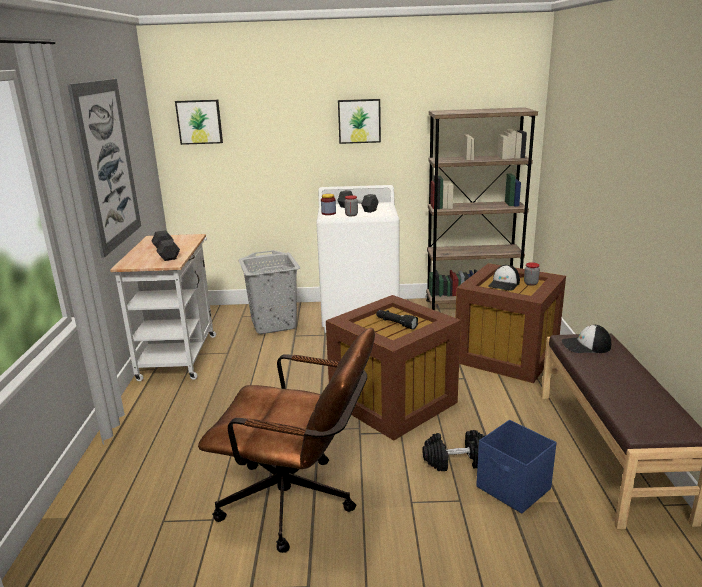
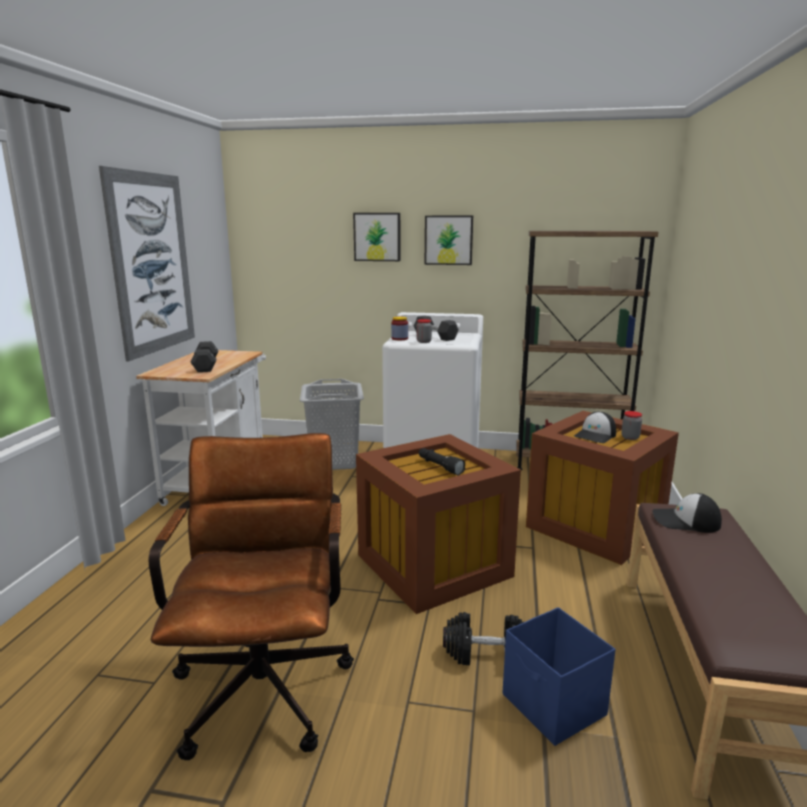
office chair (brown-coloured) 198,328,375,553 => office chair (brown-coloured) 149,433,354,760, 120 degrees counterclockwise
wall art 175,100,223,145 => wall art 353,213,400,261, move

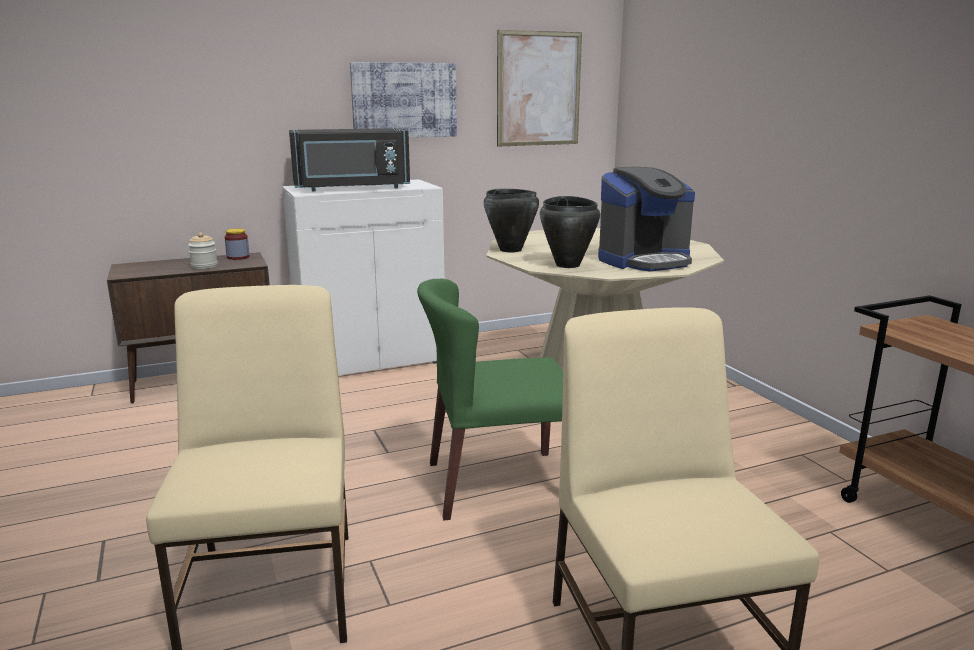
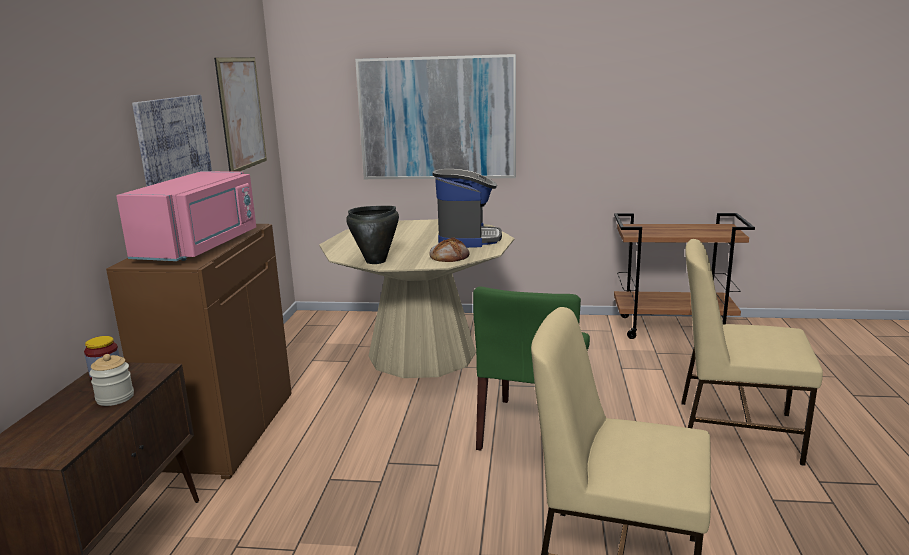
cupboard (white) 282,179,445,375 => cupboard (brown-coloured) 106,224,292,479
microwave (blackish) 289,128,410,191 => microwave (pinkish) 116,171,256,261
nothing => wall art 355,54,516,179
saucepot (blackish) 540,196,600,268 => bakery bread 429,237,470,262

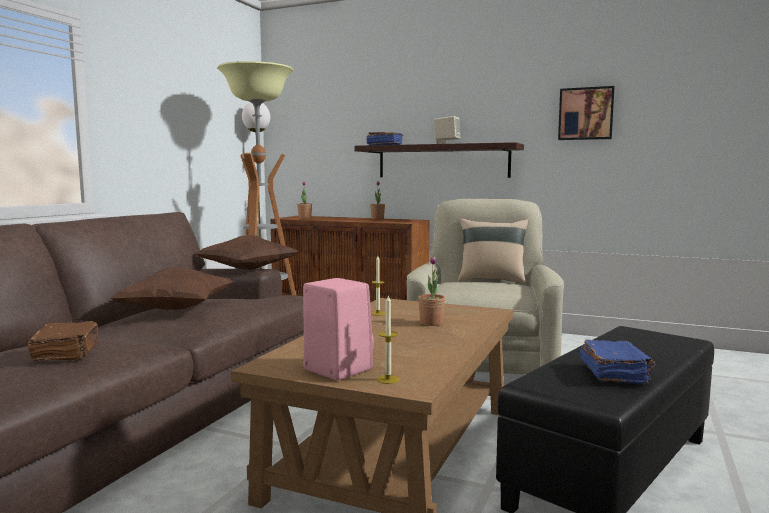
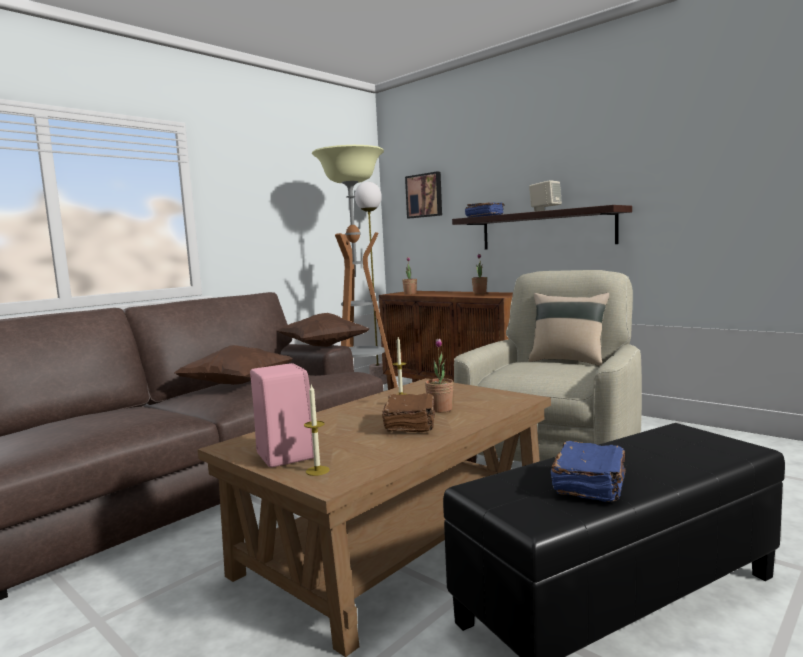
bound book (brown-coloured) 28,321,99,361 => bound book (brown-coloured) 382,393,435,432, move
wall art 558,86,614,140 => wall art 405,171,442,218, move

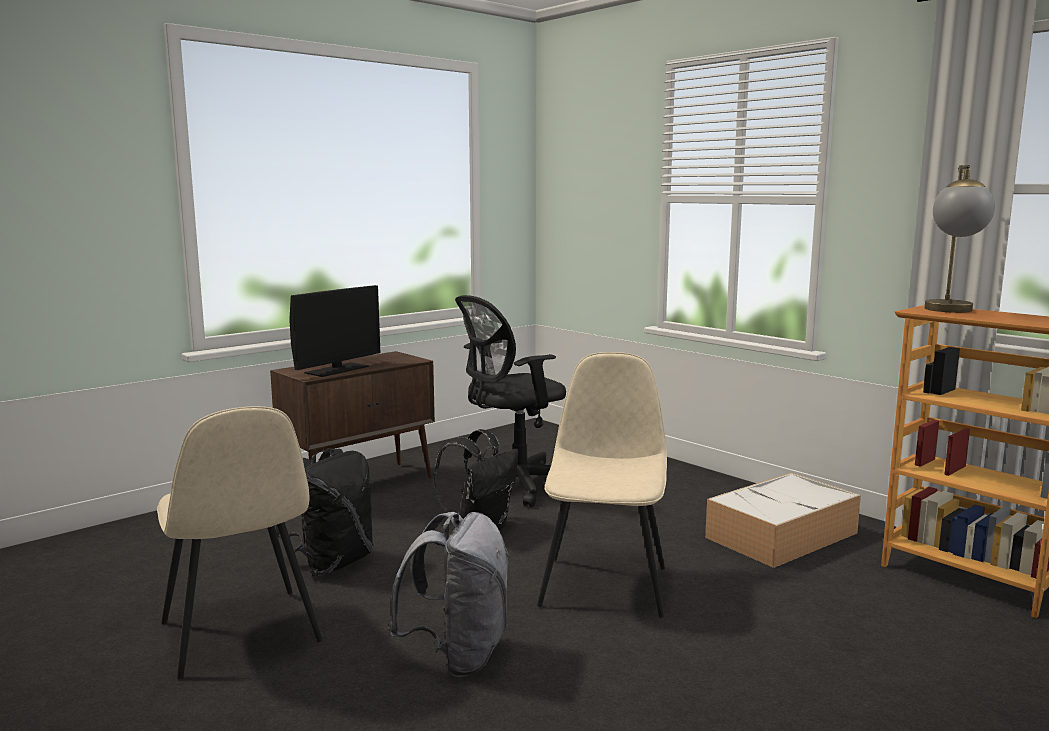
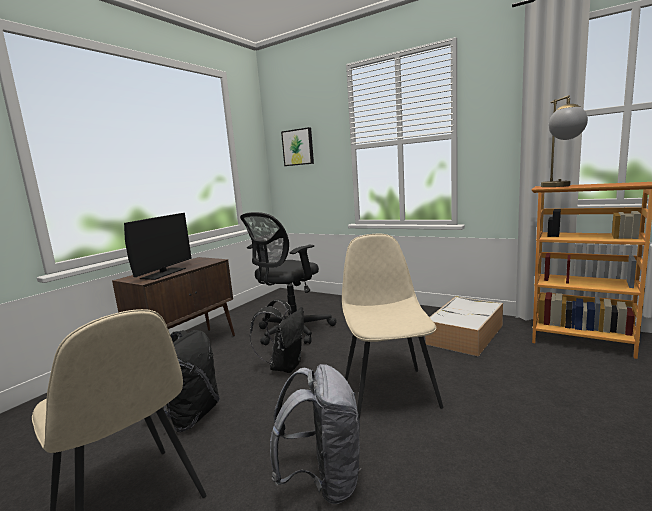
nothing => wall art 281,127,314,166

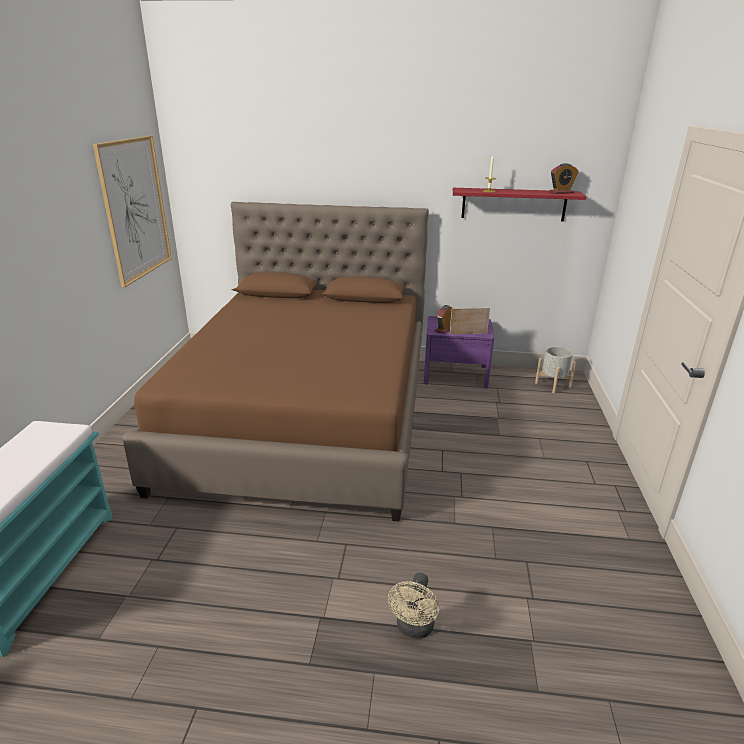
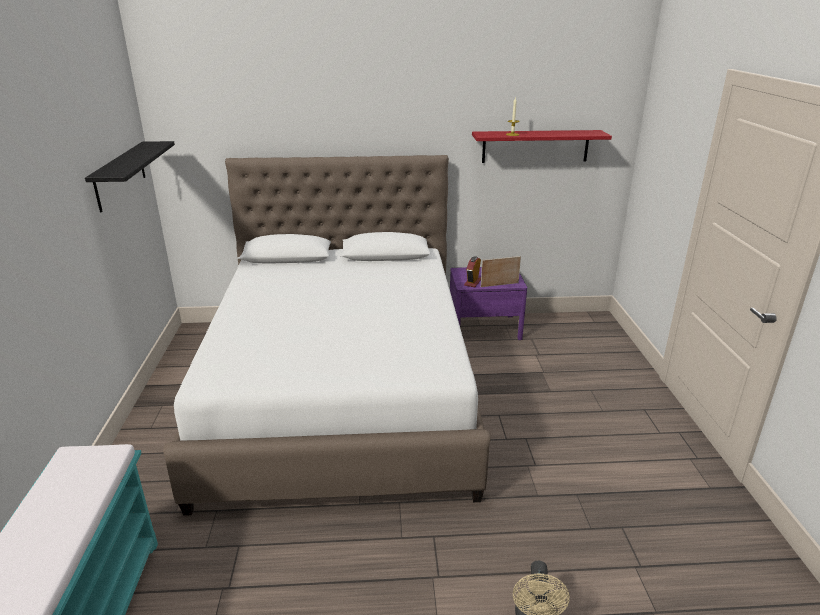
wall art 93,136,172,287 => shelf (blackish) 85,141,175,213
sleeping bed (brown-coloured) 123,202,429,522 => sleeping bed (white) 163,155,491,516
planter (greyish) 535,347,576,393 => nothing
table clock 549,163,579,194 => nothing

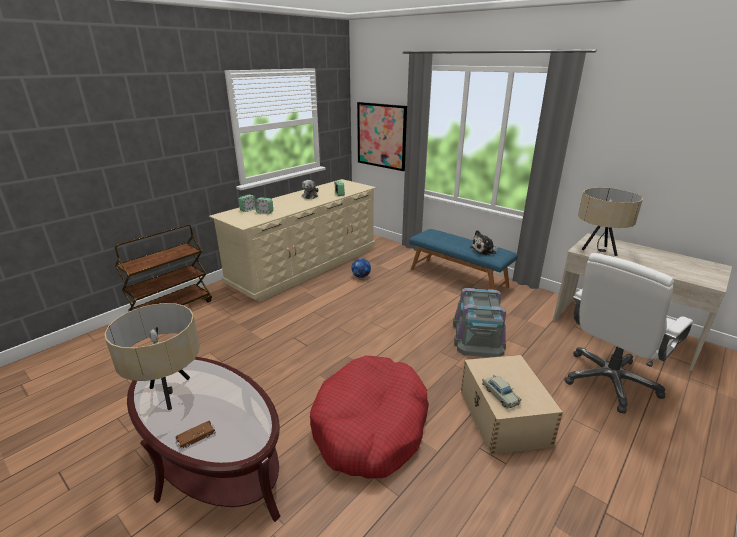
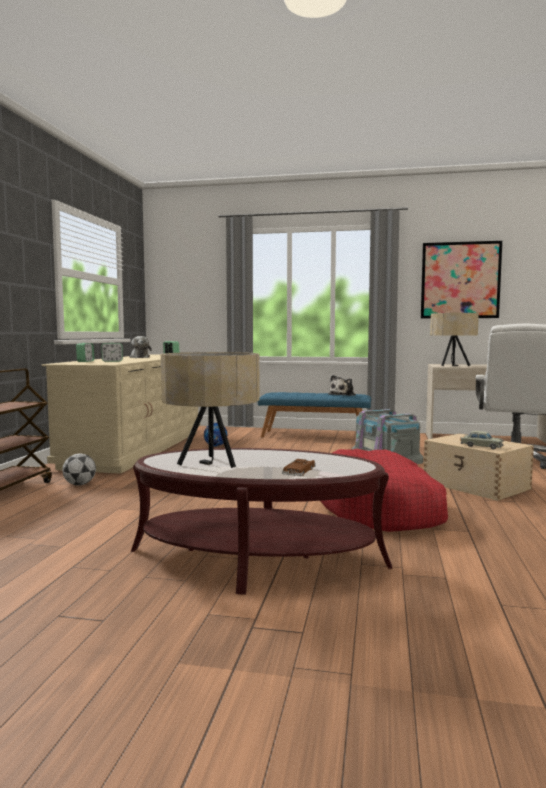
nothing => football ball 62,453,96,485
wall art 357,102,407,171 => wall art 421,241,502,318, move

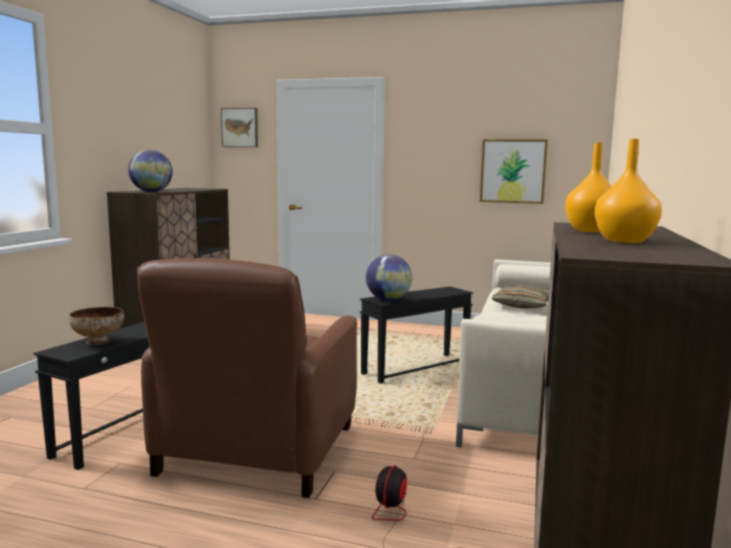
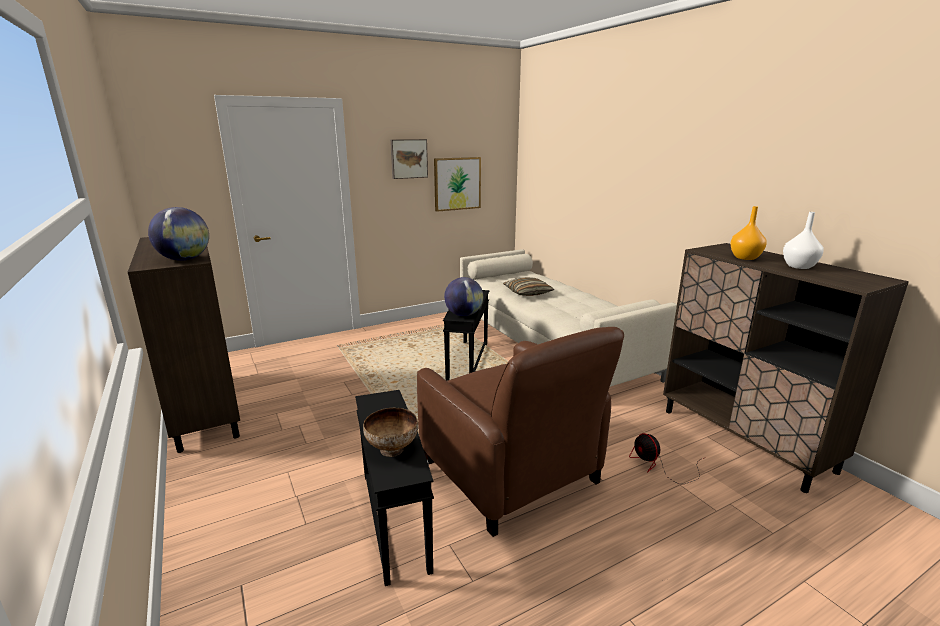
wall art 221,108,258,147 => wall art 390,139,428,179, move
decorative vase (orangey) 594,139,662,243 => decorative vase (white) 783,212,824,269

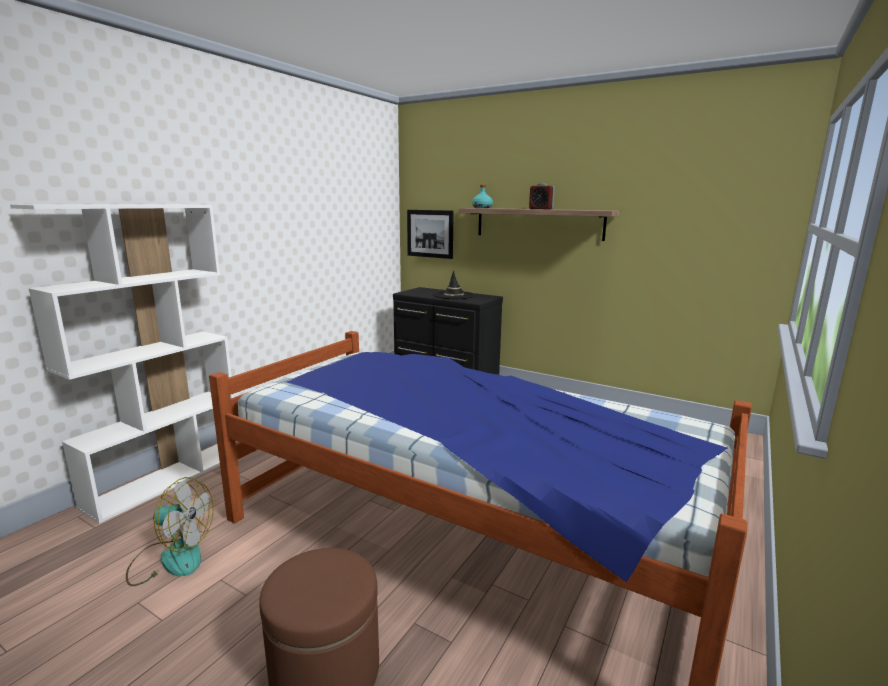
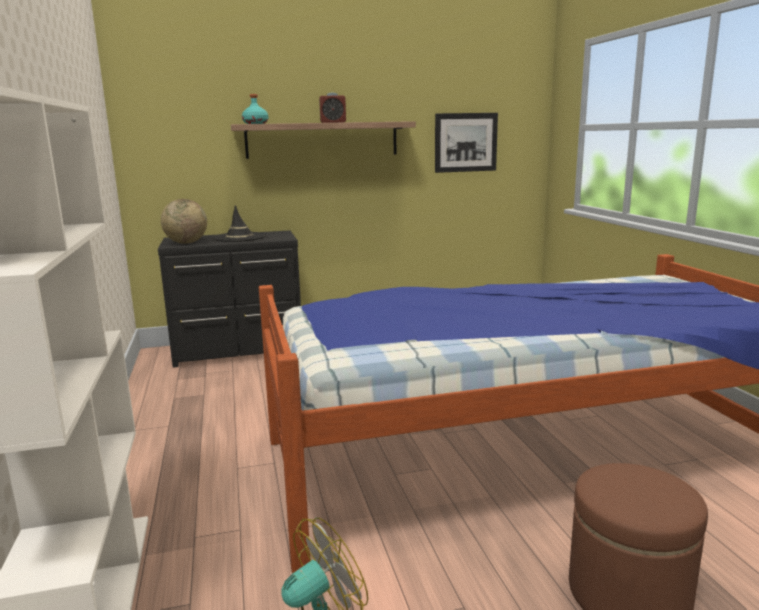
nothing => desk globe 161,199,207,244
wall art 407,210,454,259 => wall art 435,113,498,173, move

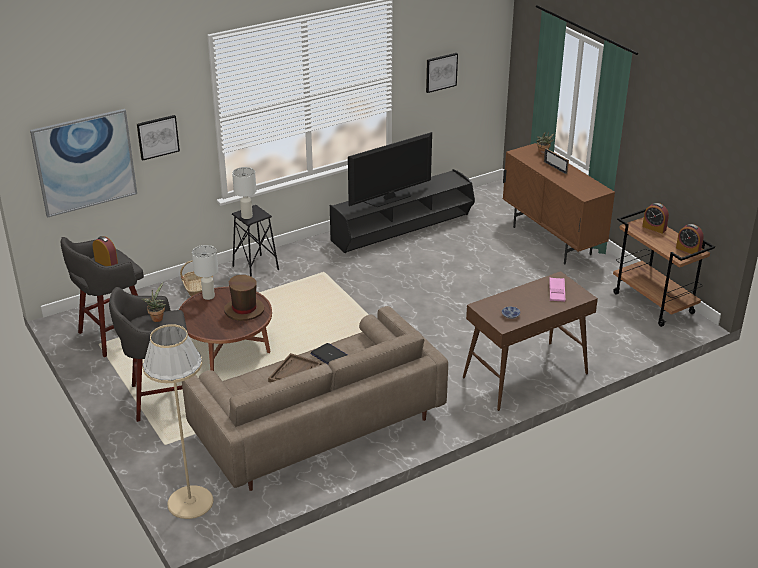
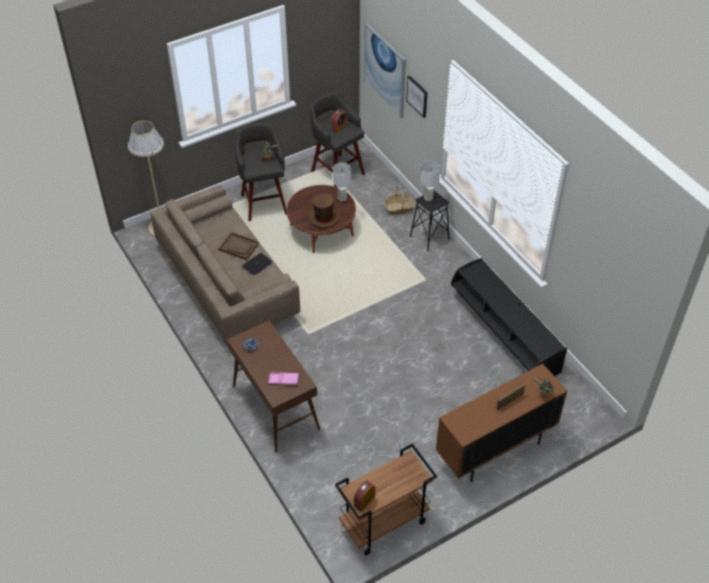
television 348,132,432,207 => nothing
wall art 426,53,458,93 => nothing
table clock 642,203,669,234 => nothing

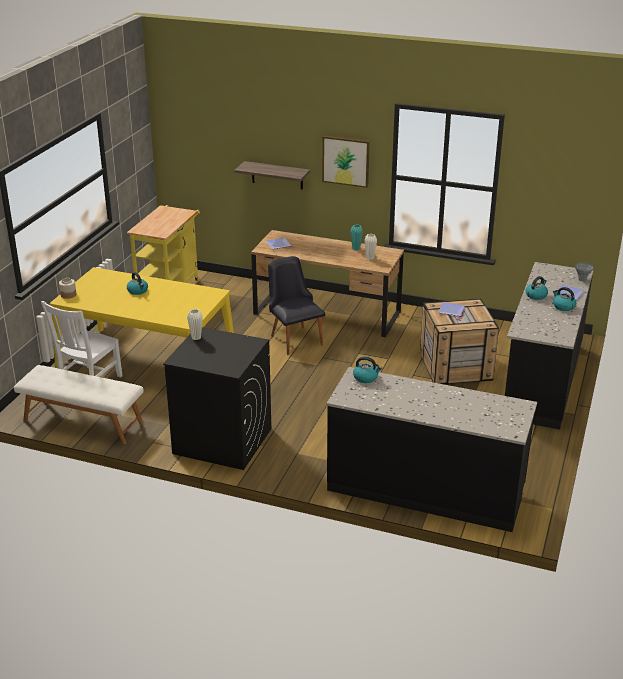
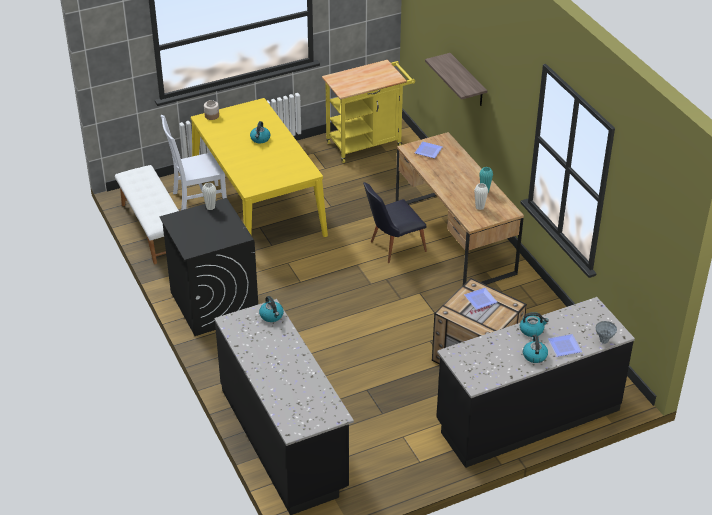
chair (blackish) 268,256,325,355 => chair (blackish) 363,182,427,263, 135 degrees counterclockwise
wall art 322,136,370,188 => nothing

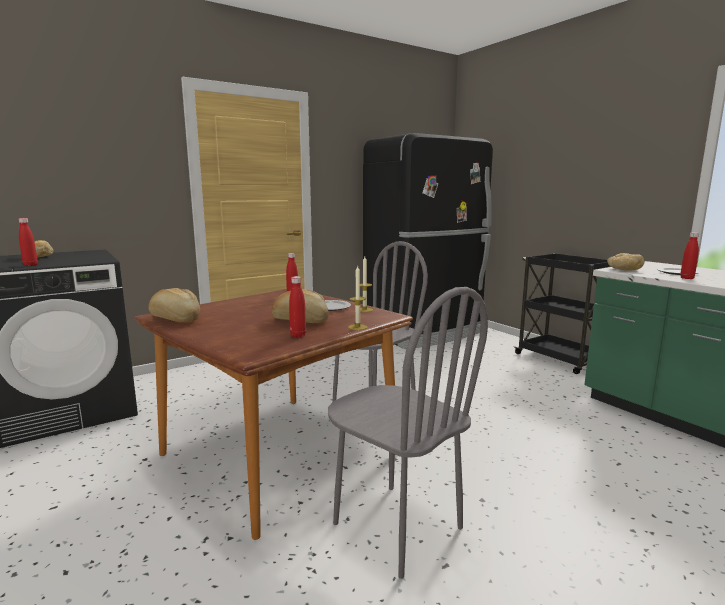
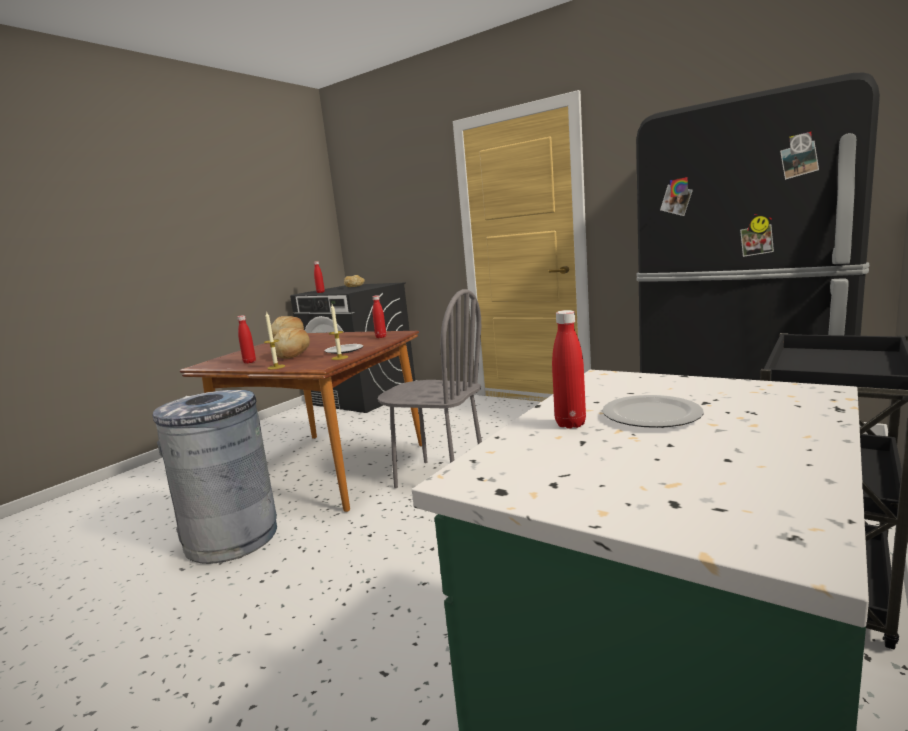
chair (greyish) 328,287,488,579 => trash can (greyish) 152,390,277,564
bakery bread 607,253,644,270 => nothing

